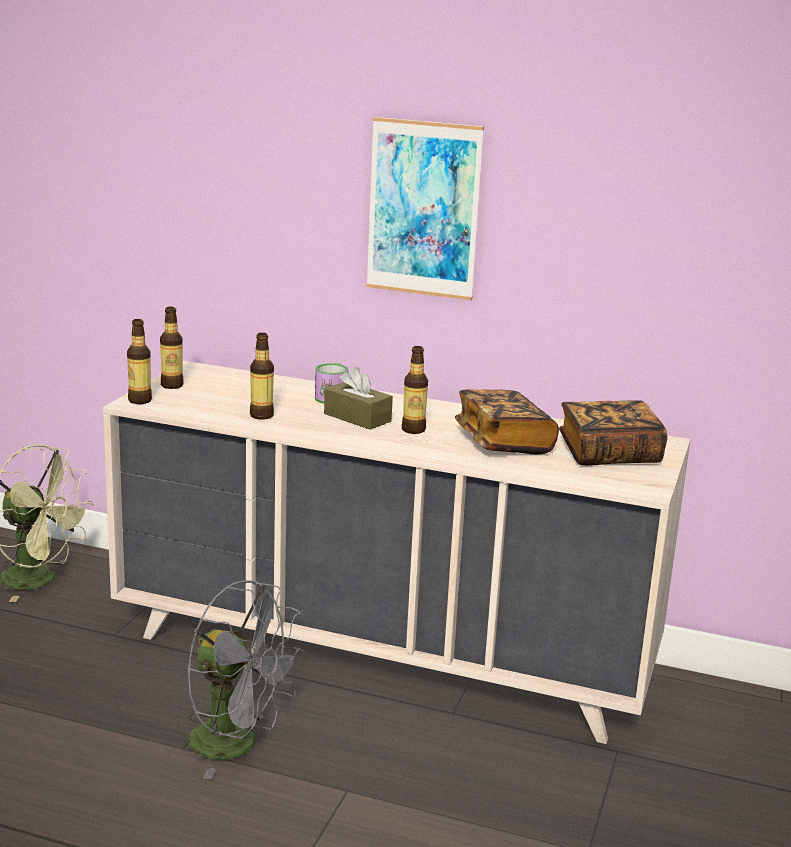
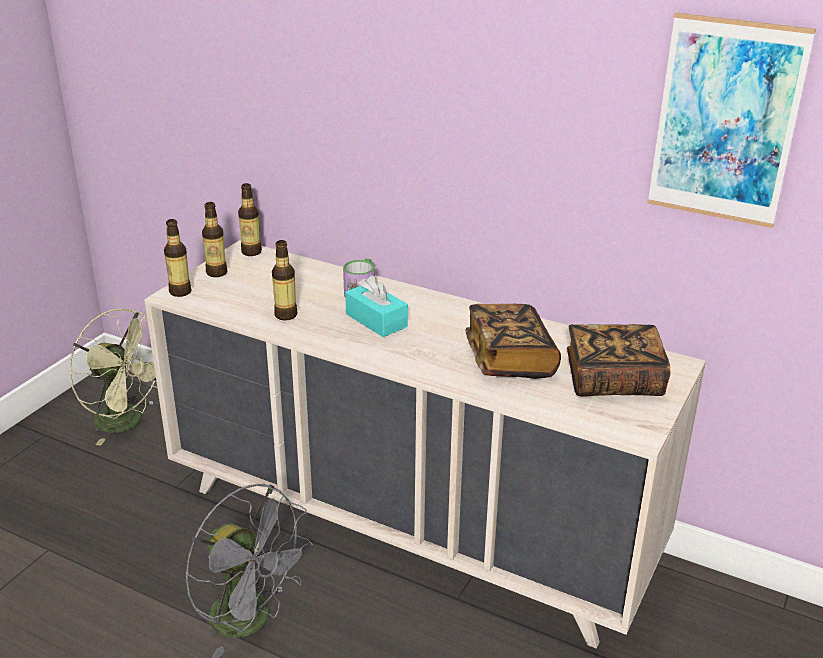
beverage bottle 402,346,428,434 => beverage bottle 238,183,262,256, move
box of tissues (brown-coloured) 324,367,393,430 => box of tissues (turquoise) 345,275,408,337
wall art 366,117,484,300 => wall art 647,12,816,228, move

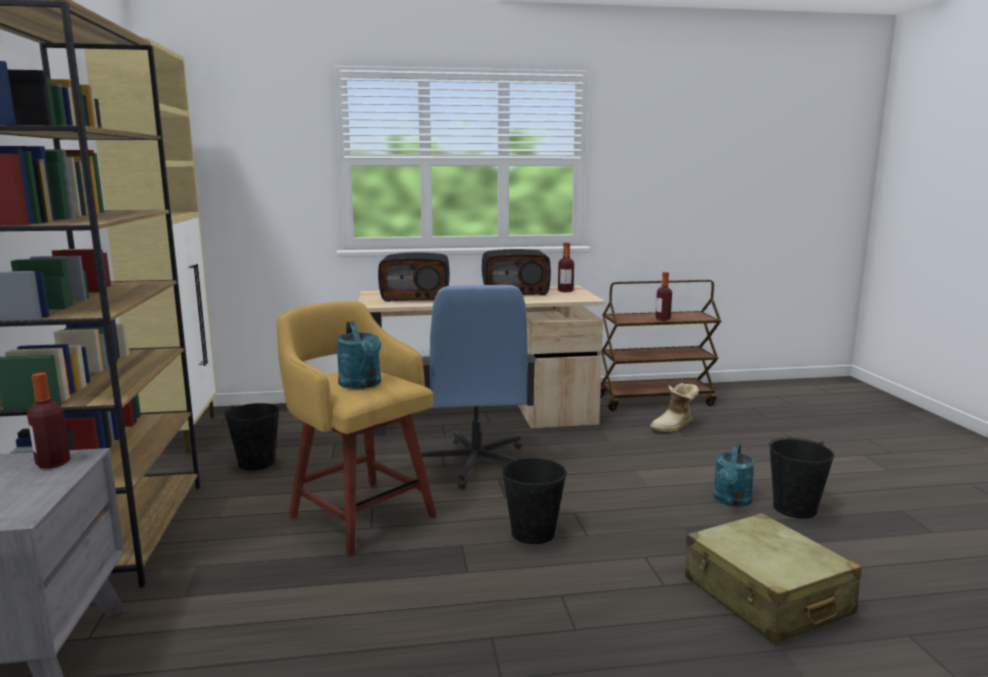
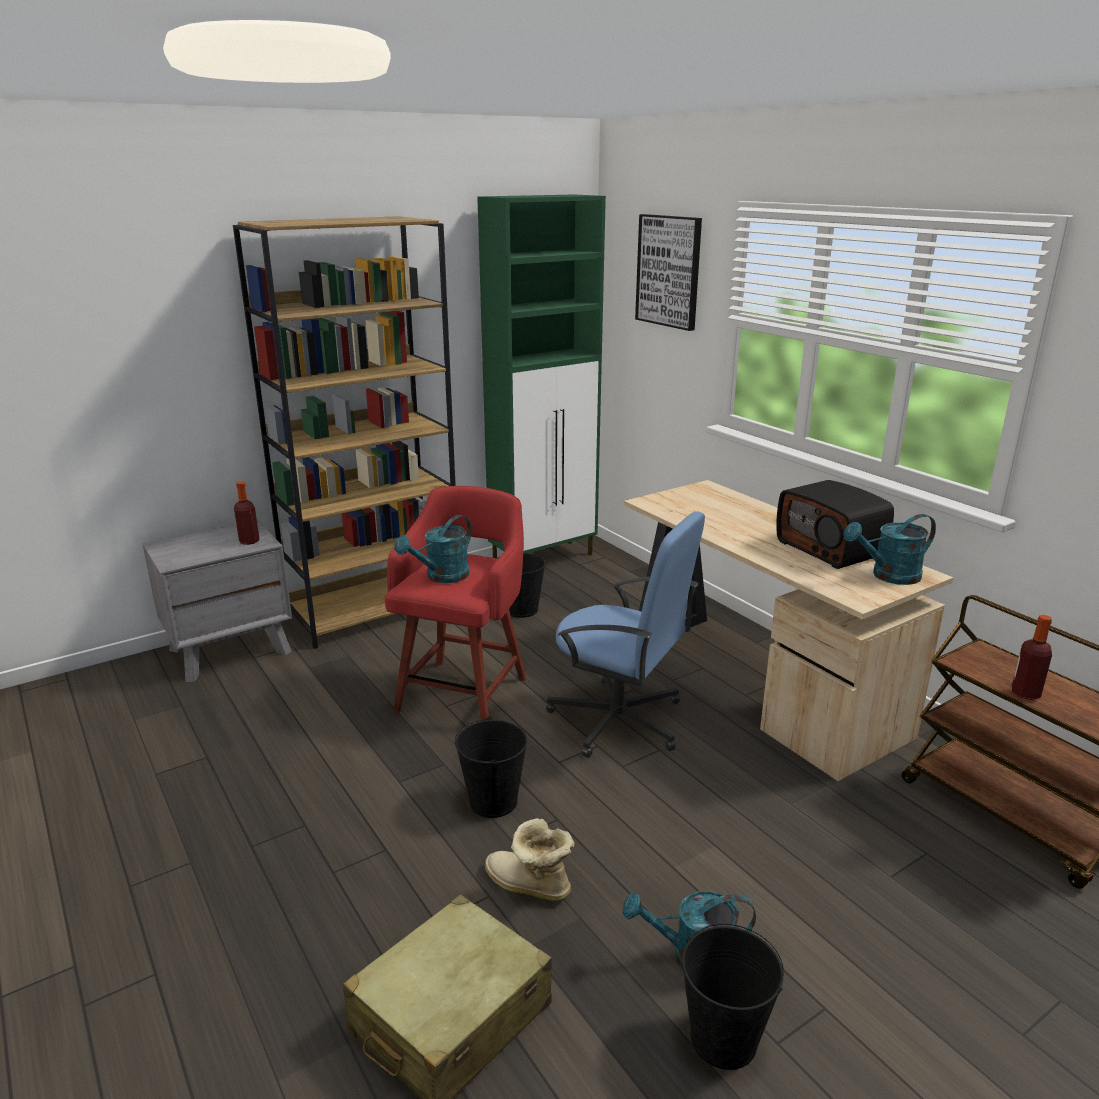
stool (yellow) 276,301,437,557 => stool (red-coloured) 385,486,526,721
cupboard (sand-coloured) 84,38,217,454 => cupboard (green) 477,194,606,559
high-top boot 650,383,699,434 => high-top boot 485,818,575,901, move
office chair (blue) 421,285,537,489 => office chair (blue) 546,511,705,758, 120 degrees counterclockwise
nothing => wall art 635,214,702,331
beverage bottle 558,242,574,292 => watering can (turquoise) 844,514,936,585
radio set 378,252,449,302 => nothing

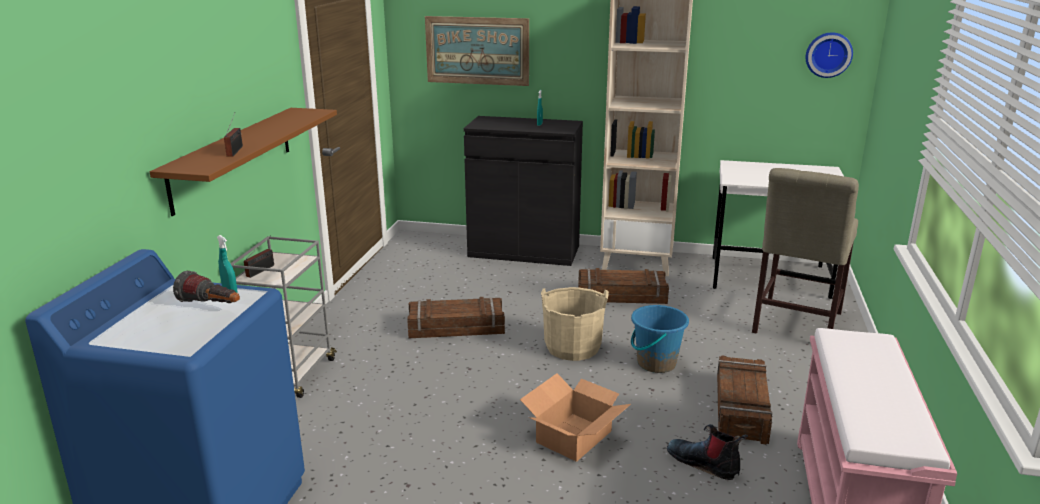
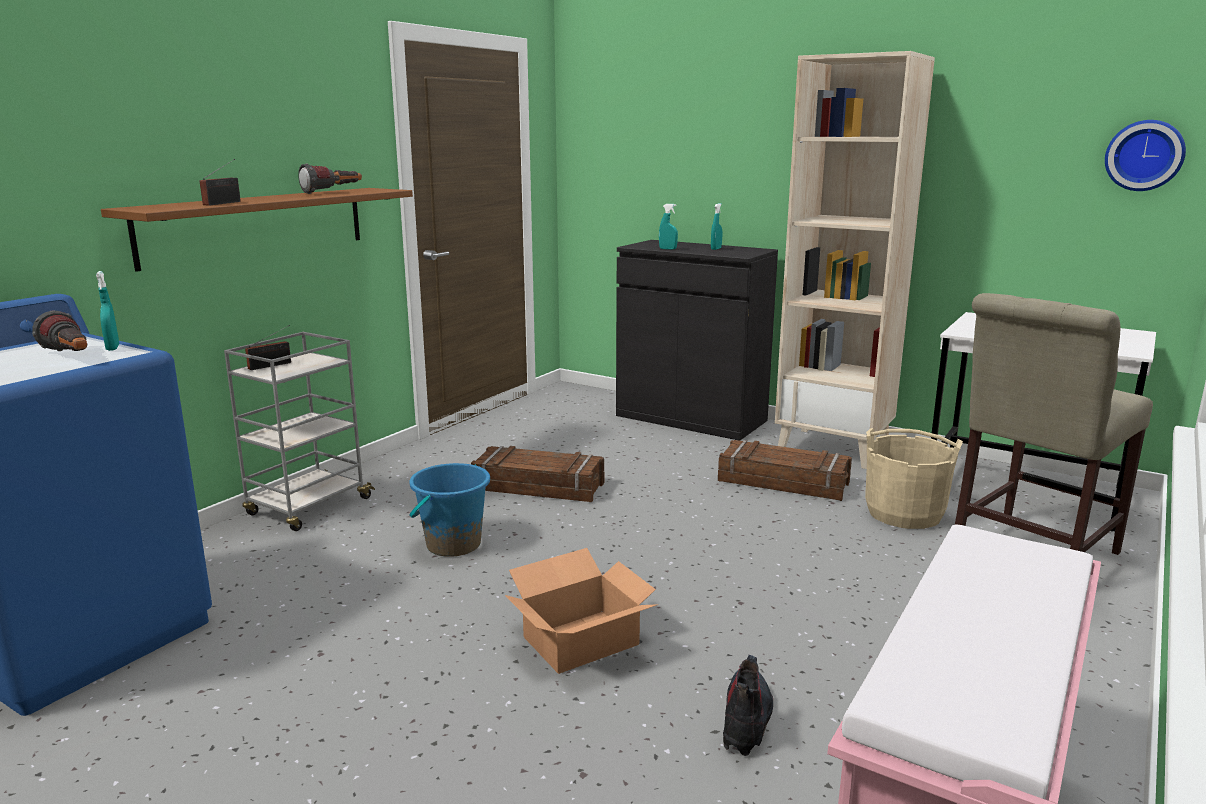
nothing => flashlight 298,164,362,194
water bucket (blue) 631,305,689,373 => water bucket (blue) 409,463,490,557, move
nothing => spray bottle (turquoise) 659,204,678,250
high-top boot 667,424,748,480 => high-top boot 723,655,773,756, 45 degrees clockwise
water bucket (sand-coloured) 541,287,609,361 => water bucket (sand-coloured) 865,428,963,529, move
wall art 425,16,529,86 => nothing
packing crate 717,355,772,445 => nothing

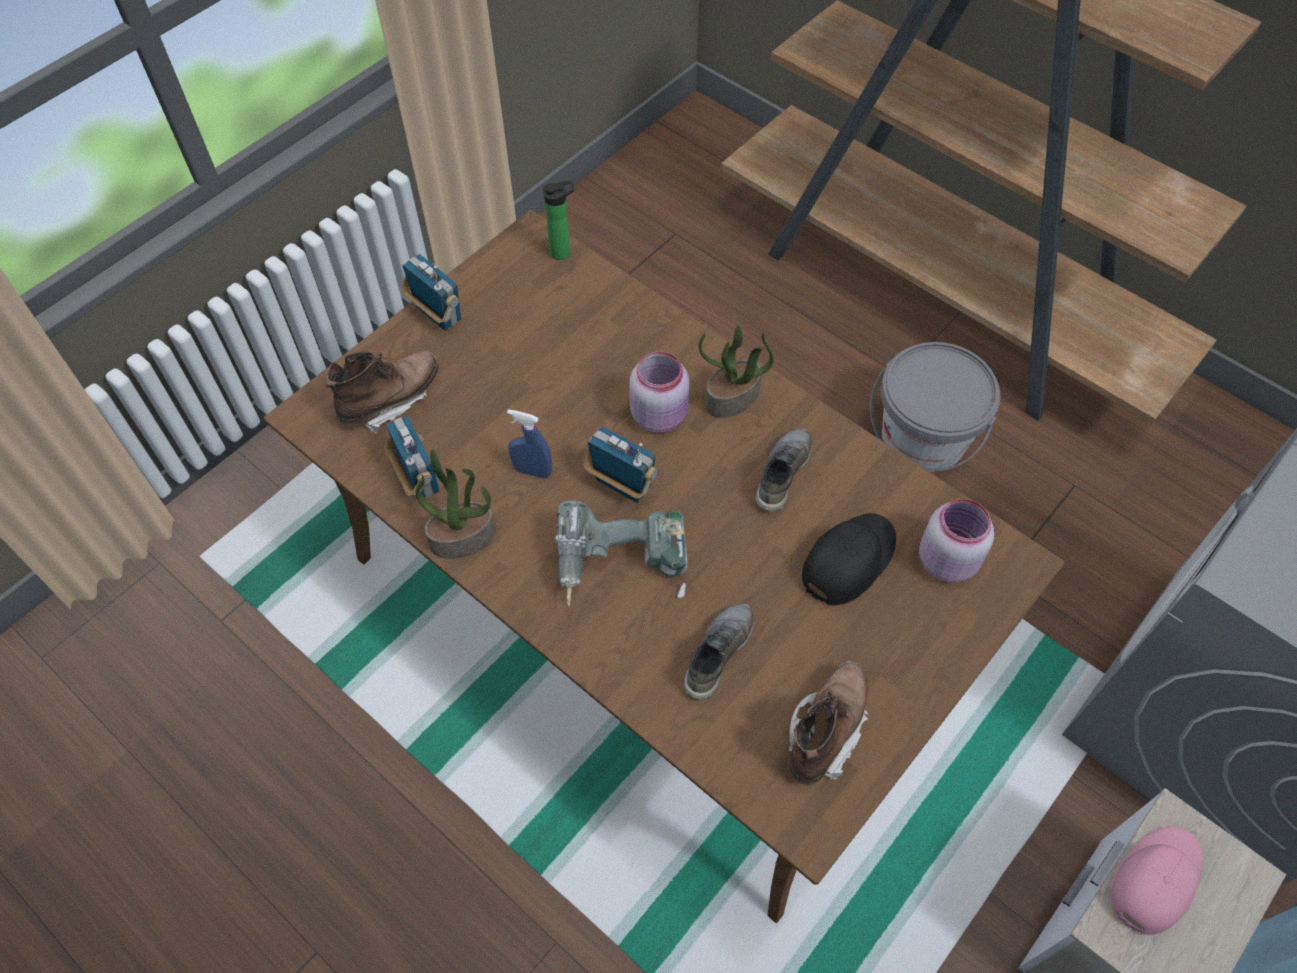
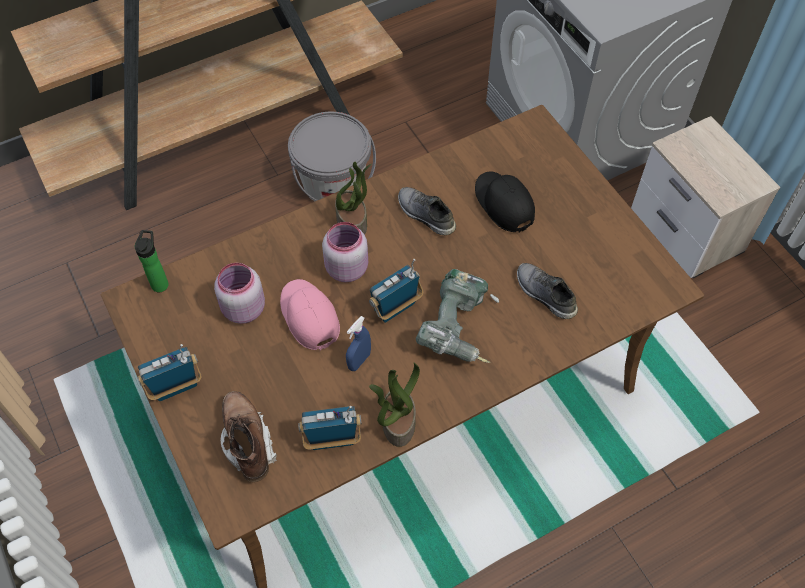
storage jar (pinkish) 919,499,994,583 => storage jar (pinkish) 214,263,265,324, move
peaked cap (pinkish) 1110,826,1203,935 => peaked cap (pinkish) 280,279,340,351, move
high-top boot (brown-coloured) 787,661,869,785 => nothing

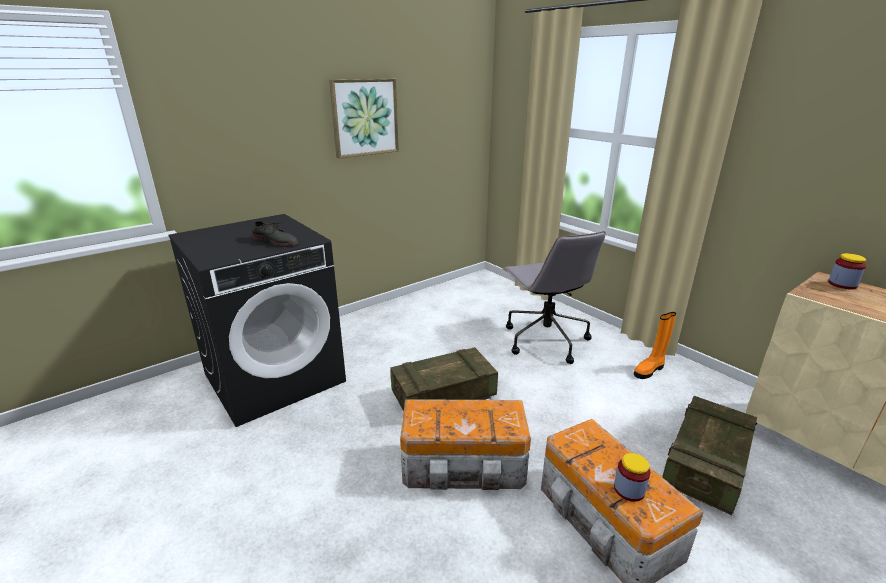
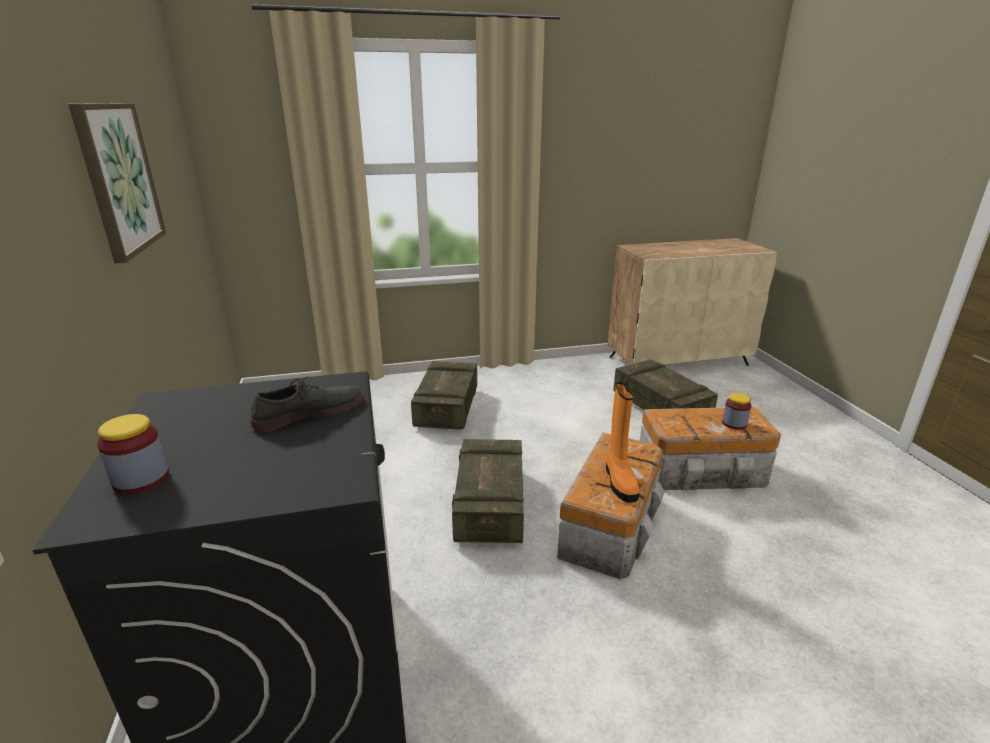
storage jar 828,253,866,289 => storage jar 97,414,169,494, move
office chair (greyish) 503,231,606,364 => packing crate 411,361,477,430
high-top boot (orangey) 634,312,676,379 => high-top boot (orangey) 606,382,640,503, move

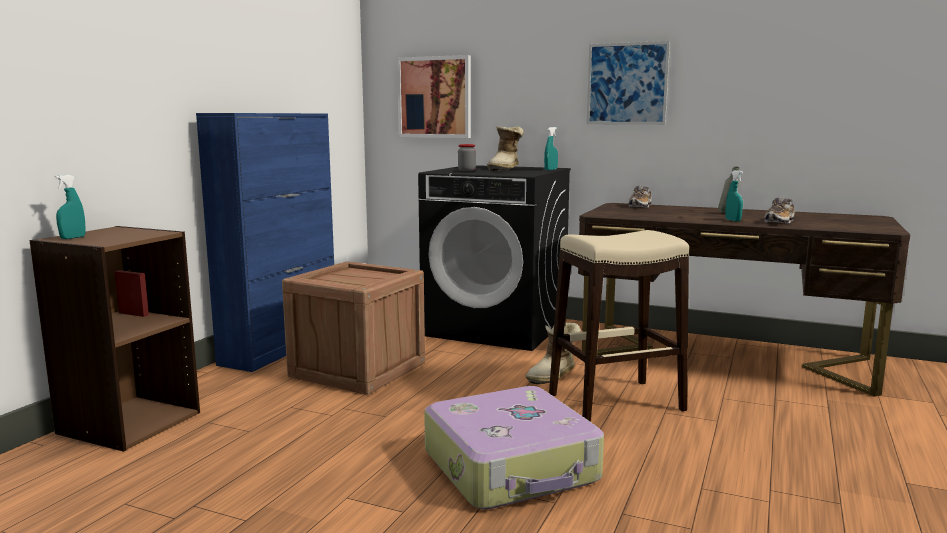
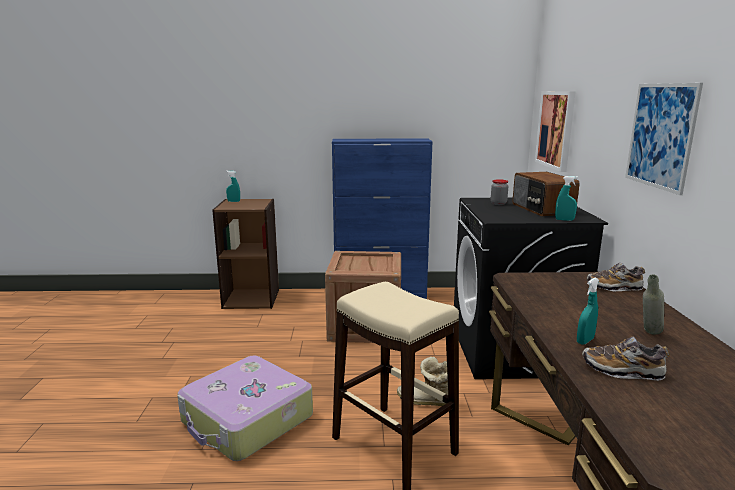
high-top boot 487,126,524,171 => radio set 512,172,580,216

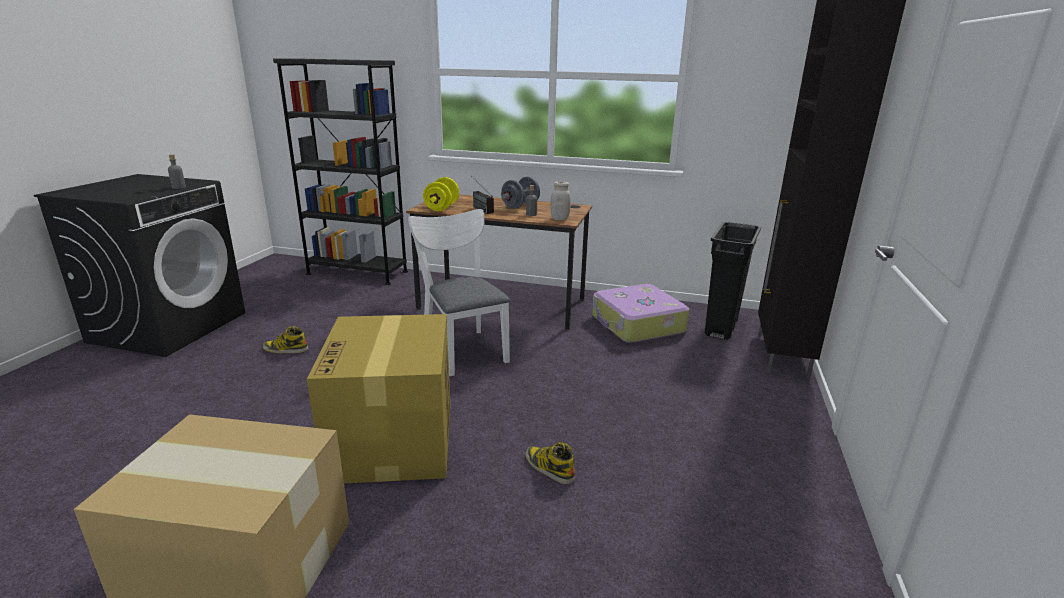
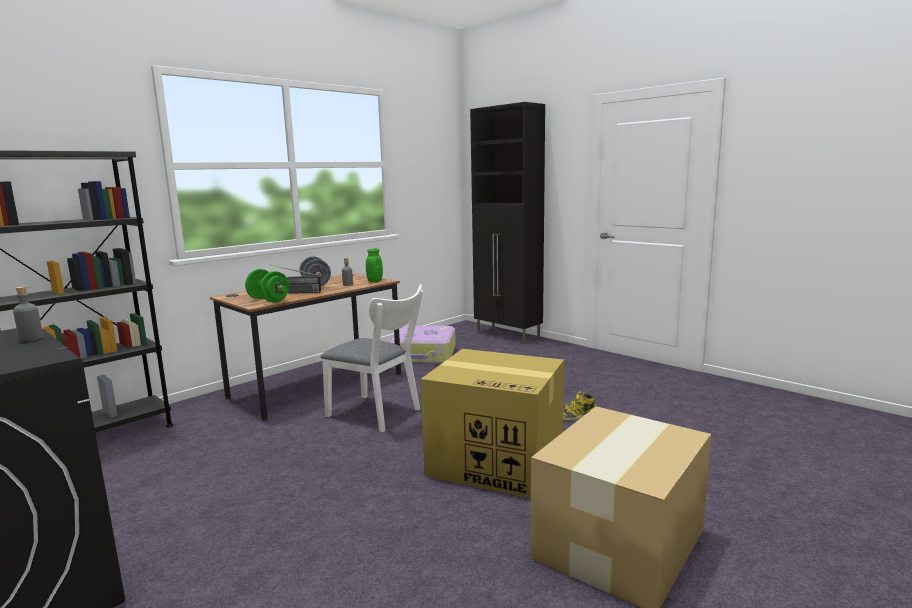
free weight (yellow) 423,177,459,211 => free weight (green) 245,269,289,303
chair (white) 408,209,510,376 => chair (white) 321,284,423,432, 150 degrees counterclockwise
storage jar (white) 551,181,571,220 => storage jar (green) 366,248,383,282
high-top boot 263,326,309,353 => nothing
trash can (blackish) 705,222,761,340 => nothing

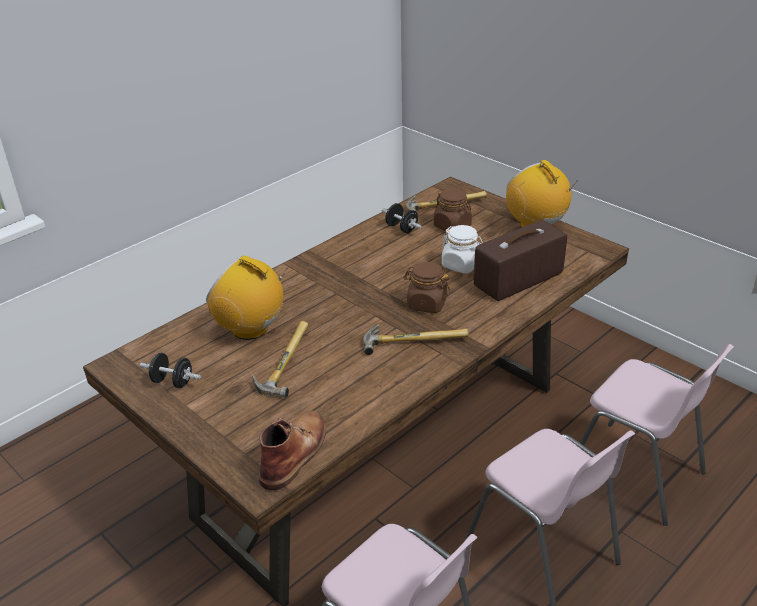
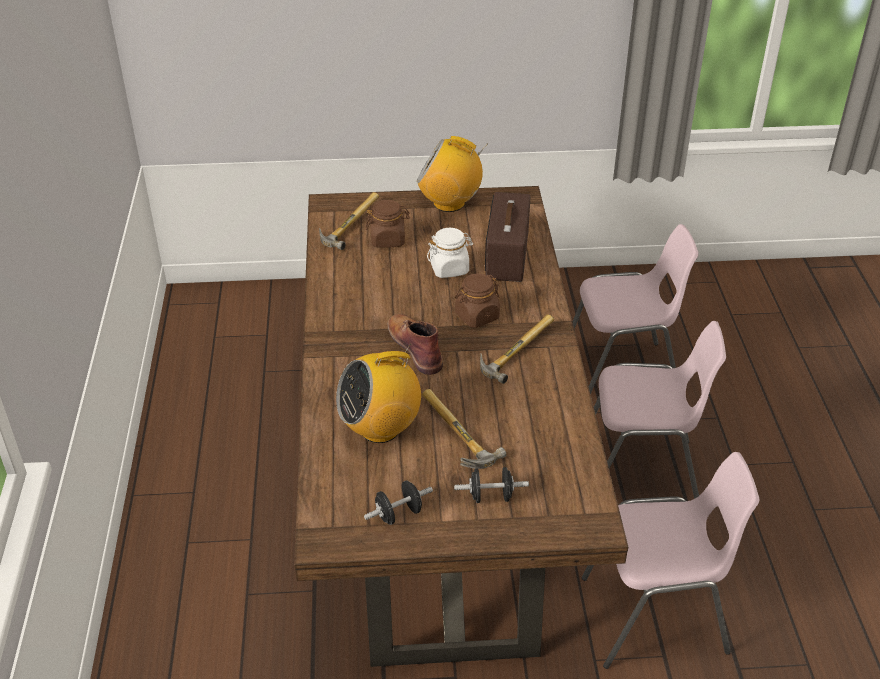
high-top boot (brown-coloured) 259,411,326,490 => high-top boot (brown-coloured) 388,314,443,375, move
free weight (blackish) 382,203,422,233 => free weight (blackish) 454,467,529,503, move

